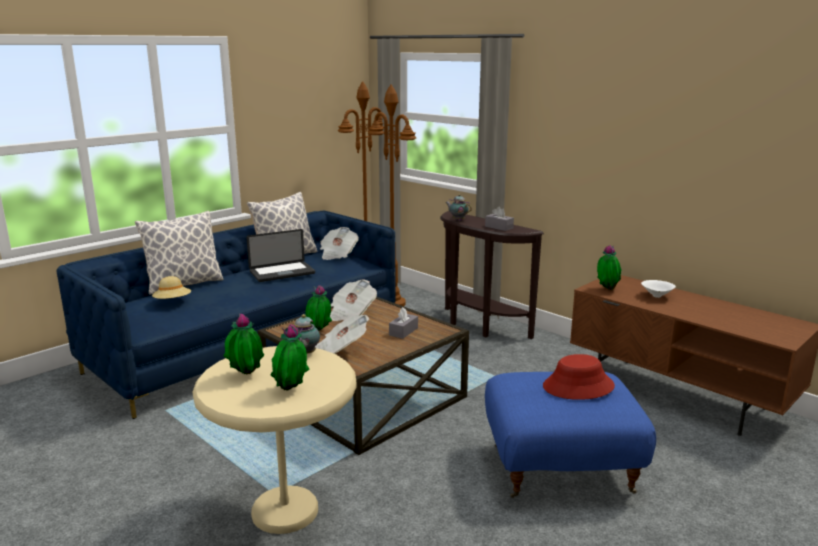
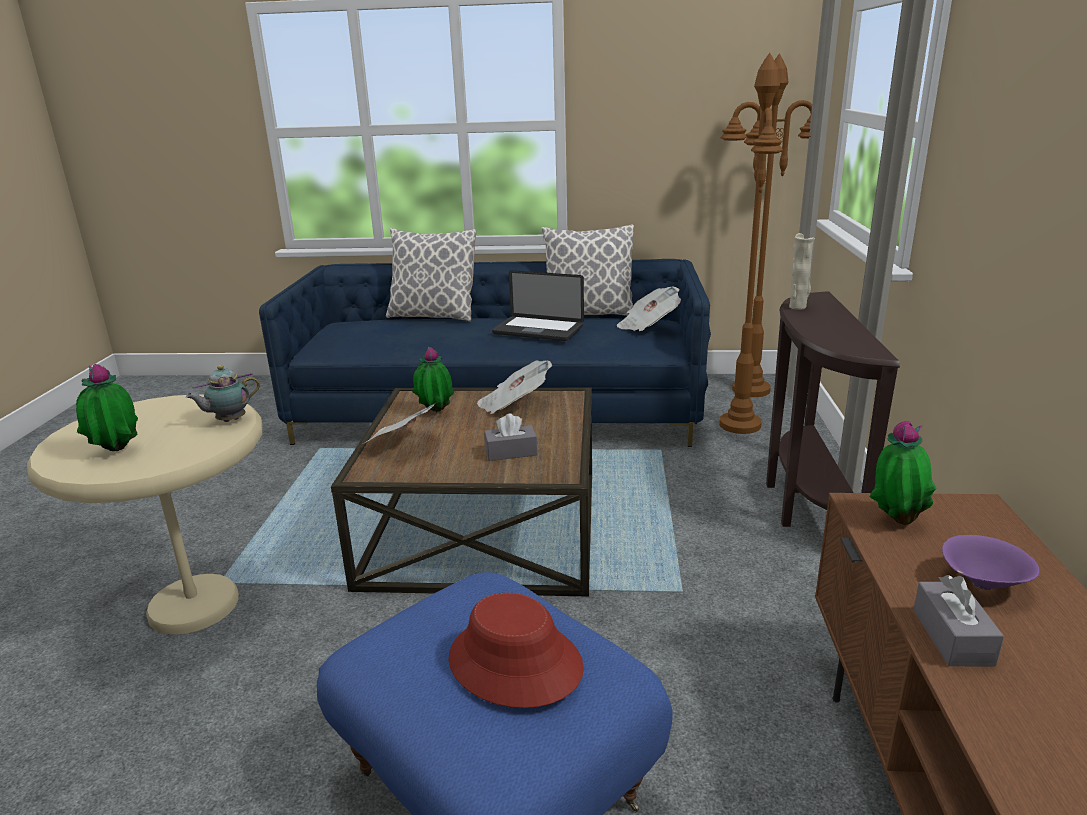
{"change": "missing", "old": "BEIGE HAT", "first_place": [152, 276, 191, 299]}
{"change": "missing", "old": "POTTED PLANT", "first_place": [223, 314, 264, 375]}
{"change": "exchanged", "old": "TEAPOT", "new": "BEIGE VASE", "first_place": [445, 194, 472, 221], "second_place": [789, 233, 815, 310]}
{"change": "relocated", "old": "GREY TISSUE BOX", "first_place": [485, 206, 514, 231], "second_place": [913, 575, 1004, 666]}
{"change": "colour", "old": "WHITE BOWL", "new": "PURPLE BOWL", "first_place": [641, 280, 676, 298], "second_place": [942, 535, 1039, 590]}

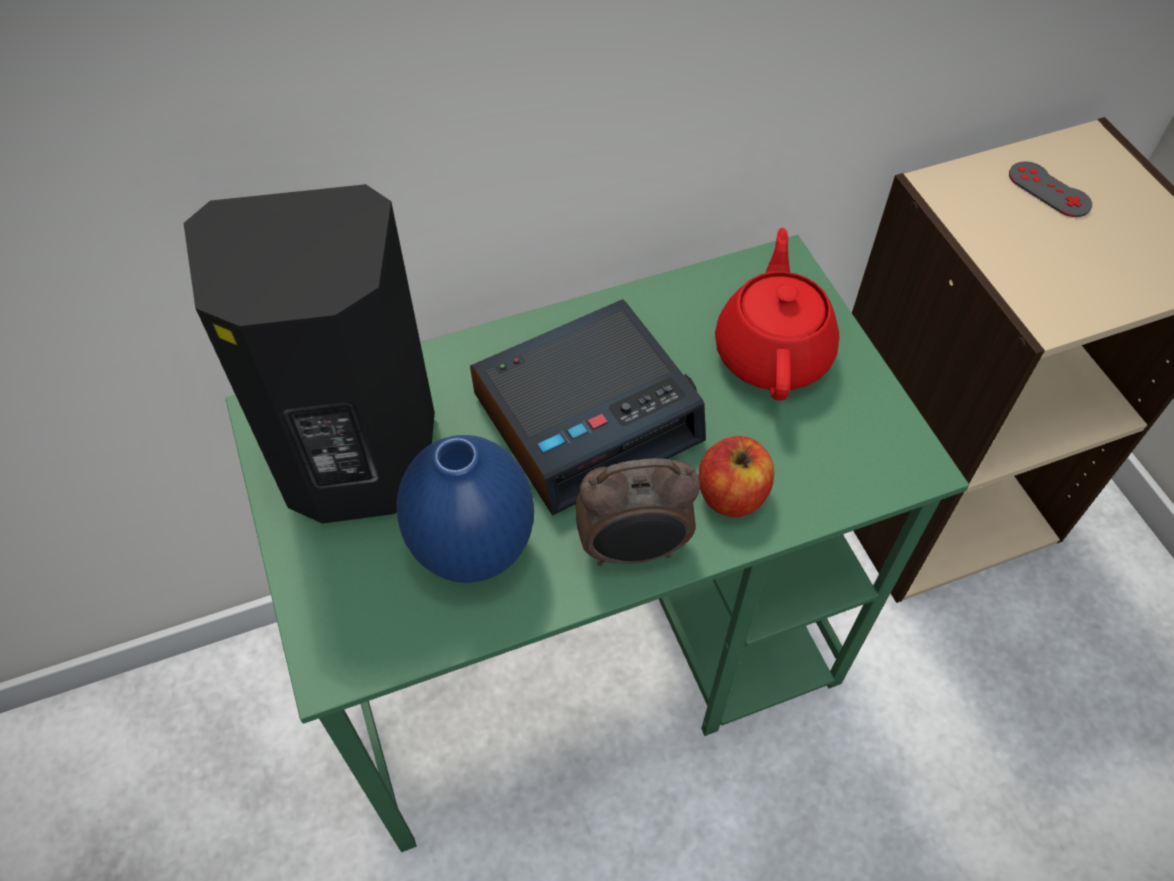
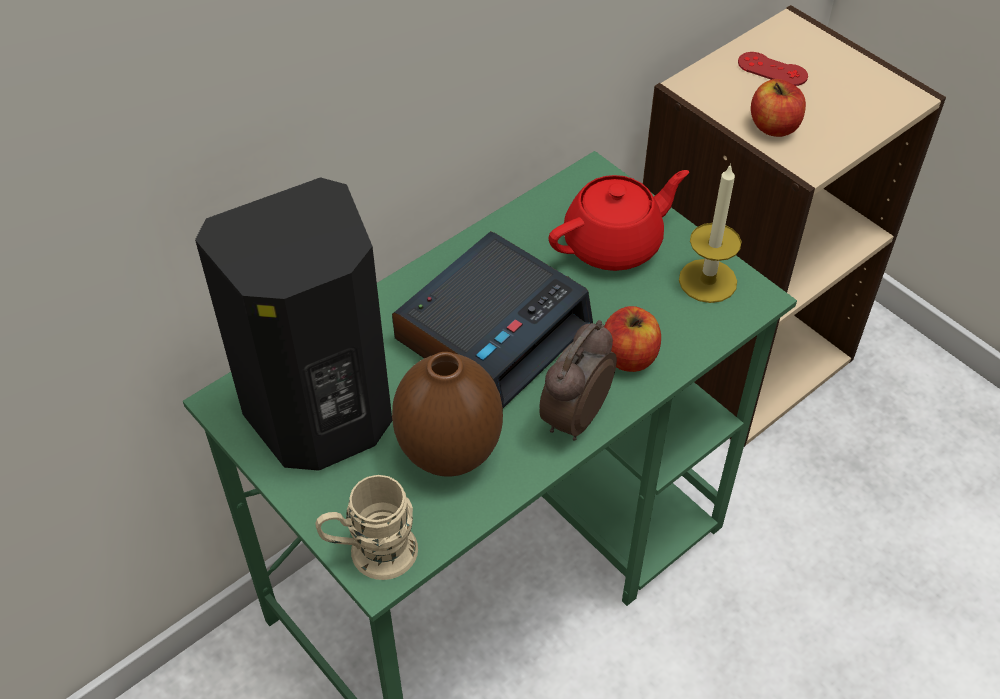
{"change": "colour", "old": "BLUE VASE", "new": "BROWN VASE", "first_place": [397, 435, 534, 583], "second_place": [392, 352, 503, 477]}
{"change": "spun", "old": "ALARM CLOCK", "first_place": [575, 458, 700, 566], "second_place": [540, 320, 617, 441], "degrees": 150}
{"change": "spun", "old": "RED TEAPOT", "first_place": [715, 227, 839, 401], "second_place": [549, 170, 689, 271], "degrees": 75}
{"change": "colour", "old": "GREY GAME CONTROLLER", "new": "RED GAME CONTROLLER", "first_place": [1009, 161, 1092, 217], "second_place": [738, 52, 808, 86]}
{"change": "appeared", "new": "BEIGE MUG", "second_place": [315, 475, 418, 580]}
{"change": "appeared", "new": "CANDLE", "second_place": [679, 163, 741, 303]}
{"change": "appeared", "new": "APPLE", "second_place": [751, 79, 806, 137]}

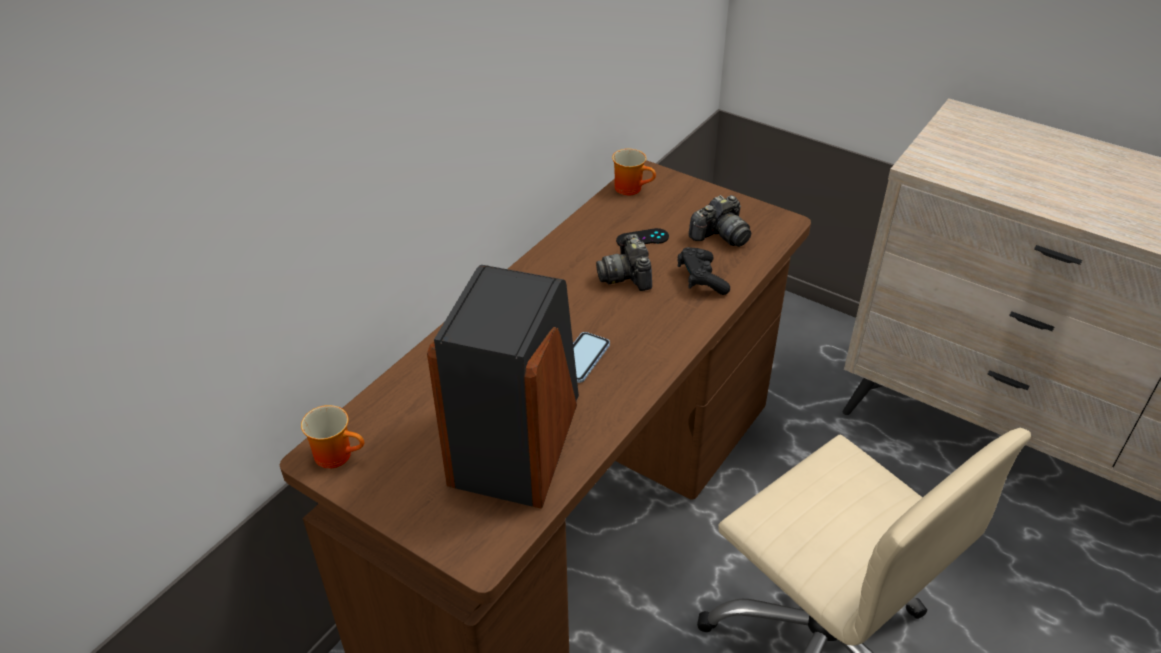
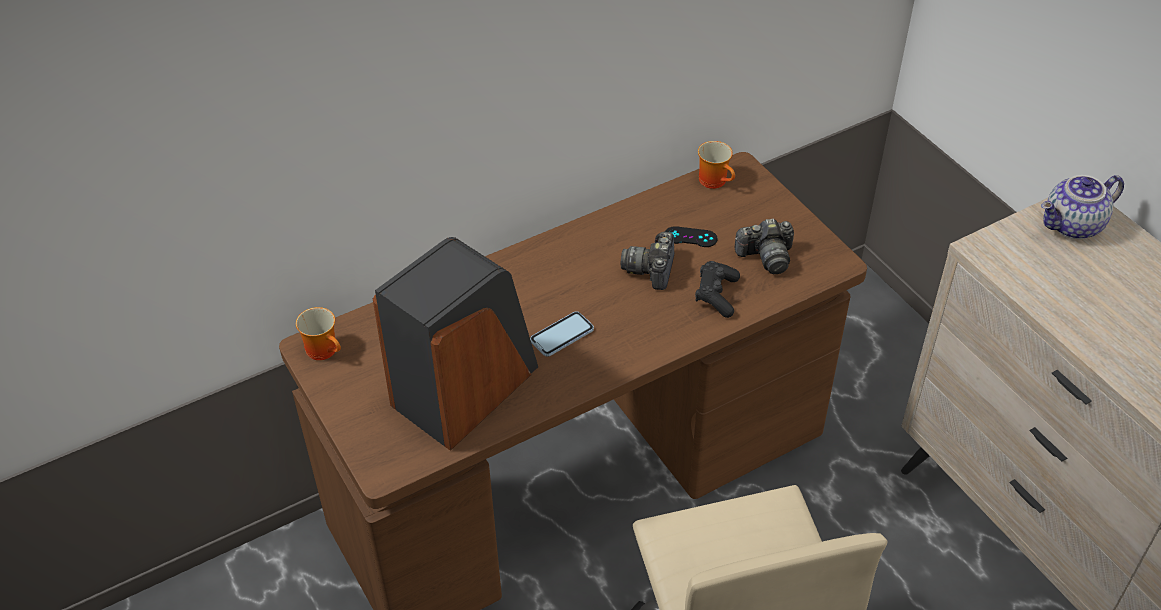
{"change": "appeared", "new": "TEAPOT", "second_place": [1041, 175, 1124, 239]}

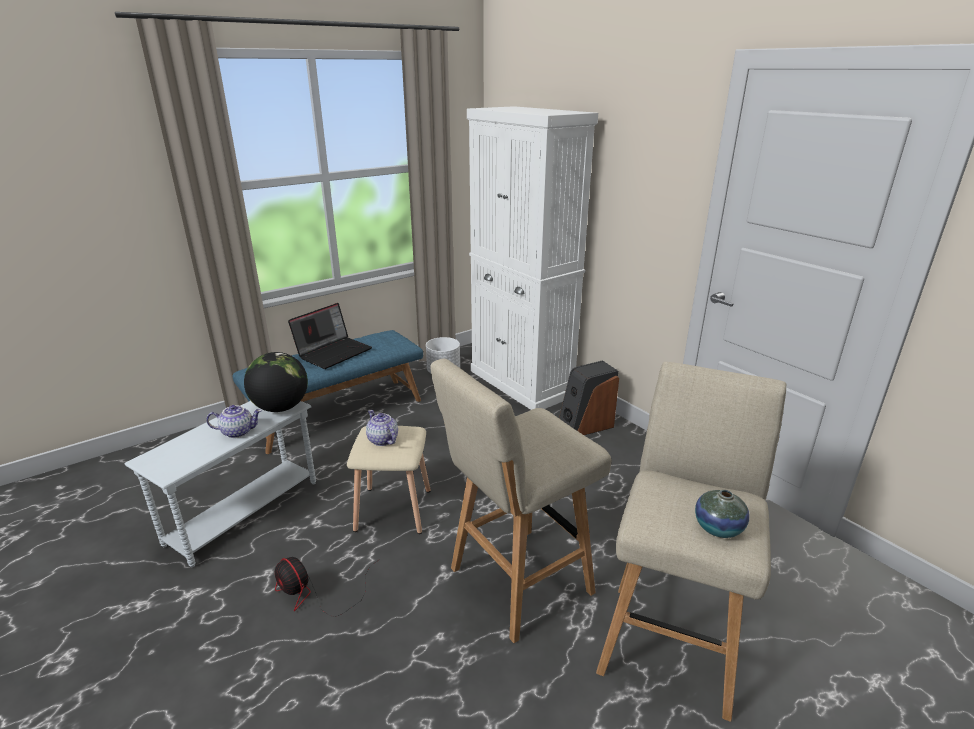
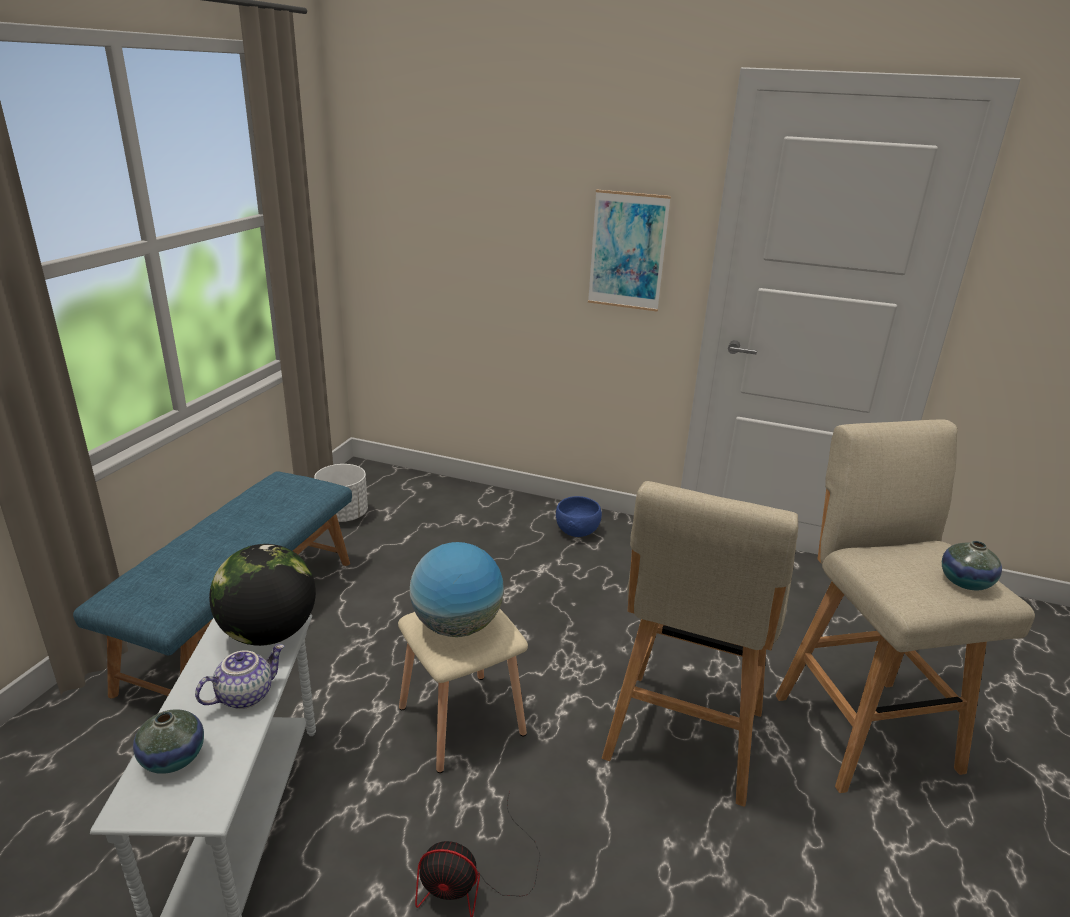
{"change": "missing", "old": "LAPTOP", "first_place": [288, 303, 372, 369]}
{"change": "exchanged", "old": "TEAPOT", "new": "GLOBE", "first_place": [366, 410, 398, 446], "second_place": [410, 542, 504, 637]}
{"change": "missing", "old": "WHITE CABINET", "first_place": [467, 106, 598, 410]}
{"change": "exchanged", "old": "SPEAKER", "new": "BLUE BOWL", "first_place": [559, 360, 619, 435], "second_place": [556, 496, 602, 537]}
{"change": "appeared", "new": "VASE", "second_place": [133, 710, 204, 774]}
{"change": "appeared", "new": "PICTURE", "second_place": [588, 190, 671, 311]}

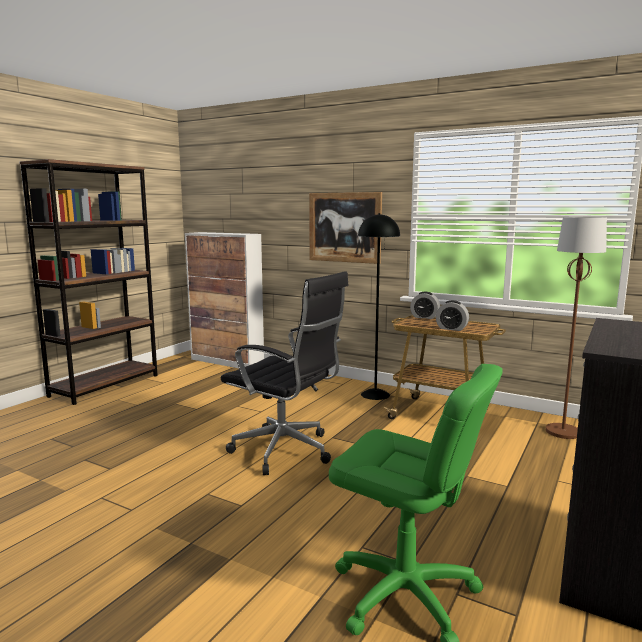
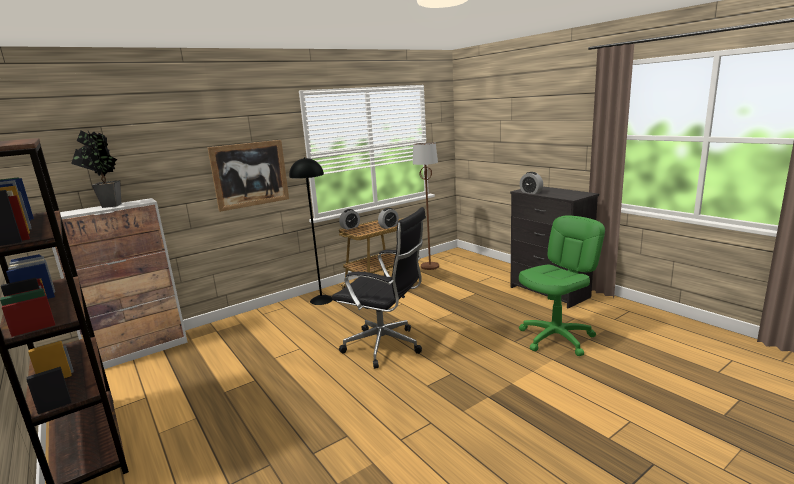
{"change": "spun", "old": "BLACK OFFICE CHAIR", "first_place": [221, 271, 349, 475], "second_place": [332, 207, 426, 369], "degrees": 60}
{"change": "appeared", "new": "POTTED PLANT", "second_place": [71, 130, 121, 208]}
{"change": "appeared", "new": "ALARM CLOCK", "second_place": [520, 172, 543, 194]}

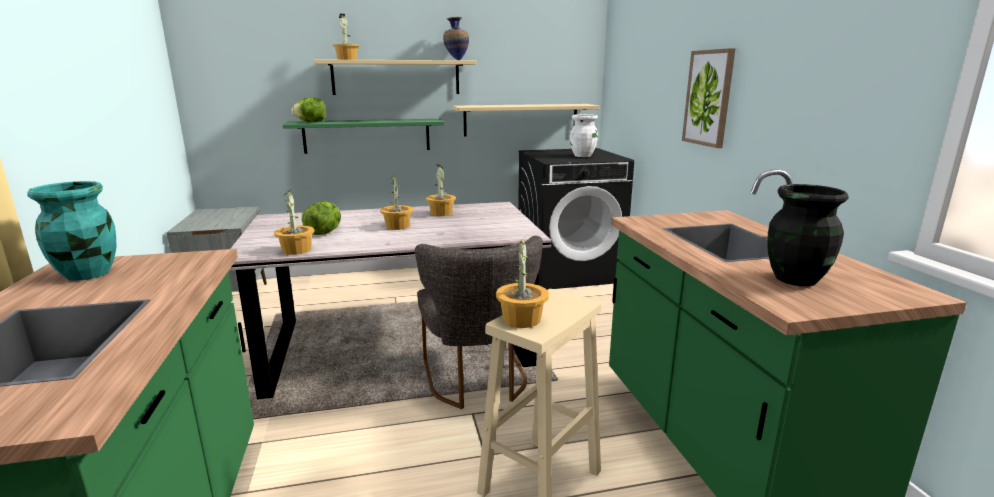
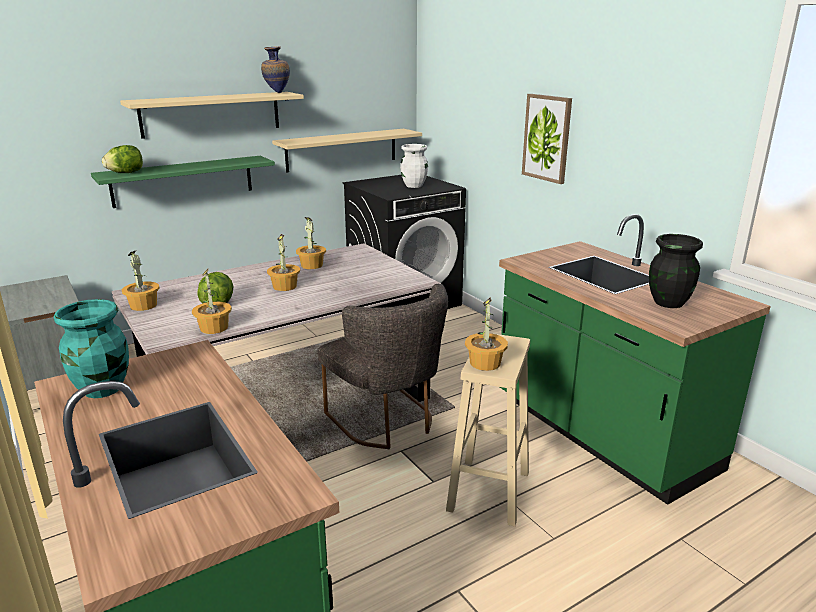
{"change": "relocated", "old": "POTTED PLANT", "first_place": [333, 14, 359, 60], "second_place": [122, 251, 159, 311]}

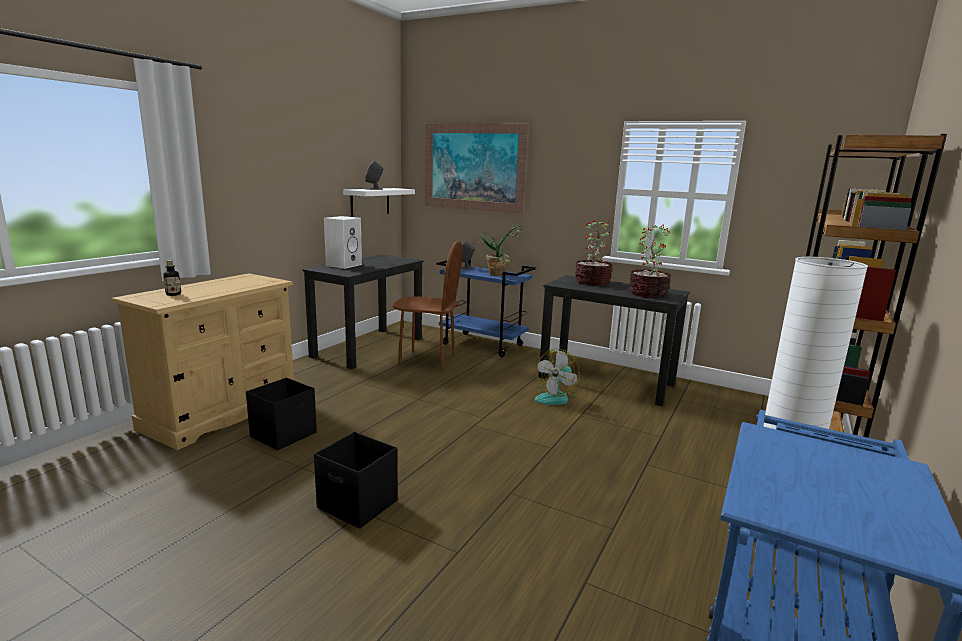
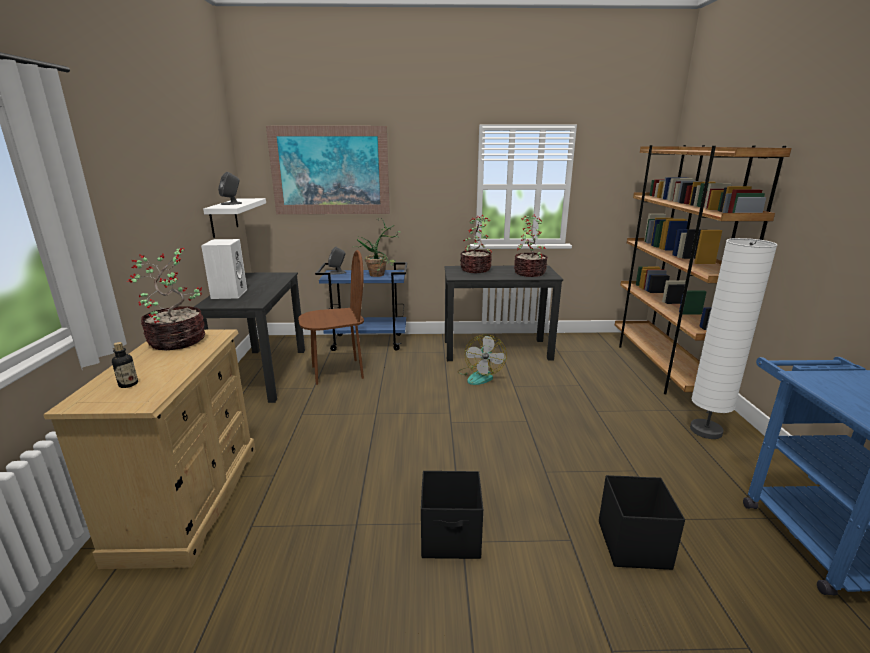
{"change": "relocated", "old": "BLACK STORAGE BOX", "first_place": [246, 378, 317, 450], "second_place": [599, 475, 685, 570]}
{"change": "appeared", "new": "POTTED PLANT", "second_place": [127, 248, 205, 351]}

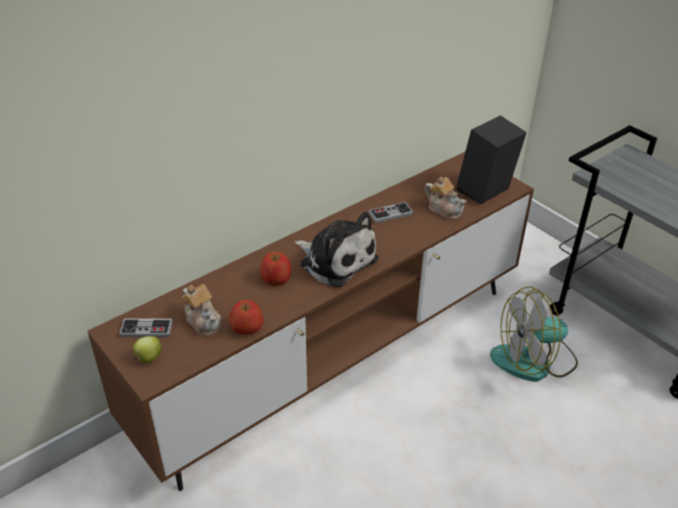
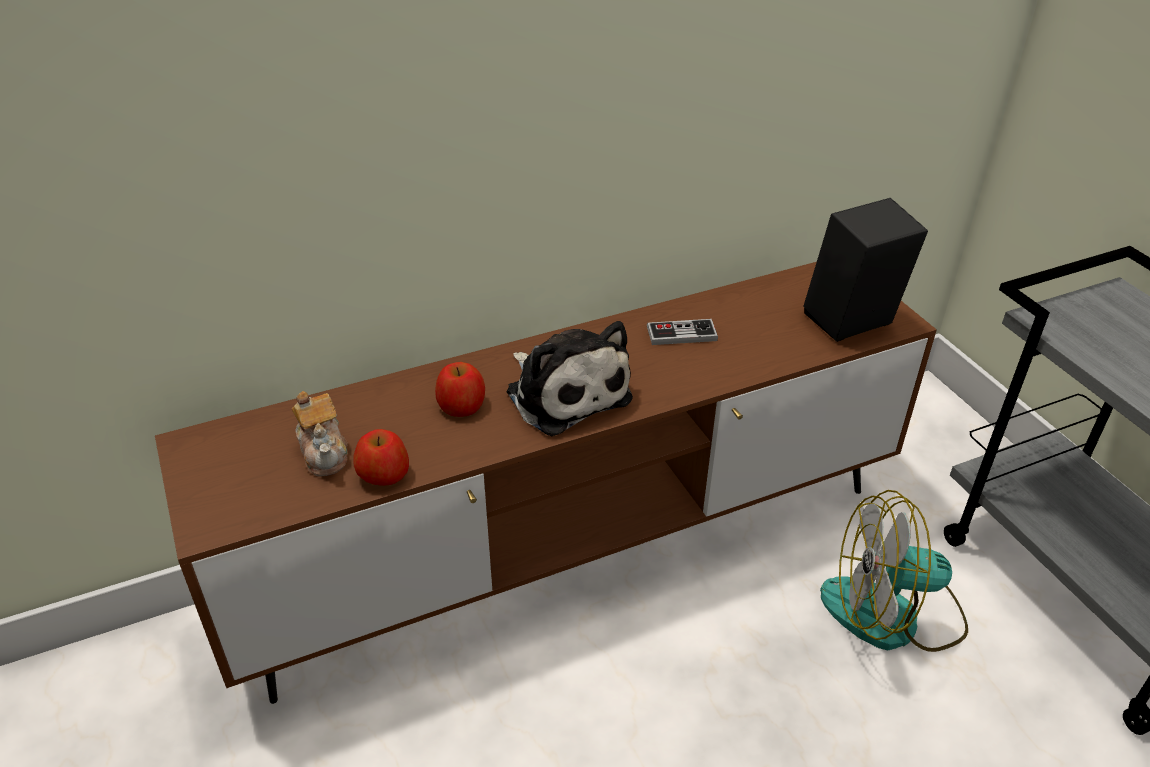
{"change": "missing", "old": "GAME CONTROLLER", "first_place": [119, 318, 173, 337]}
{"change": "missing", "old": "APPLE", "first_place": [132, 336, 162, 363]}
{"change": "missing", "old": "TEAPOT", "first_place": [424, 176, 466, 220]}

